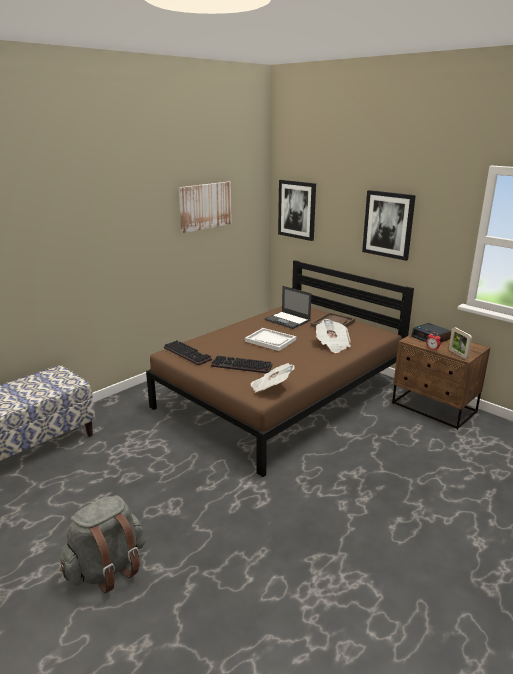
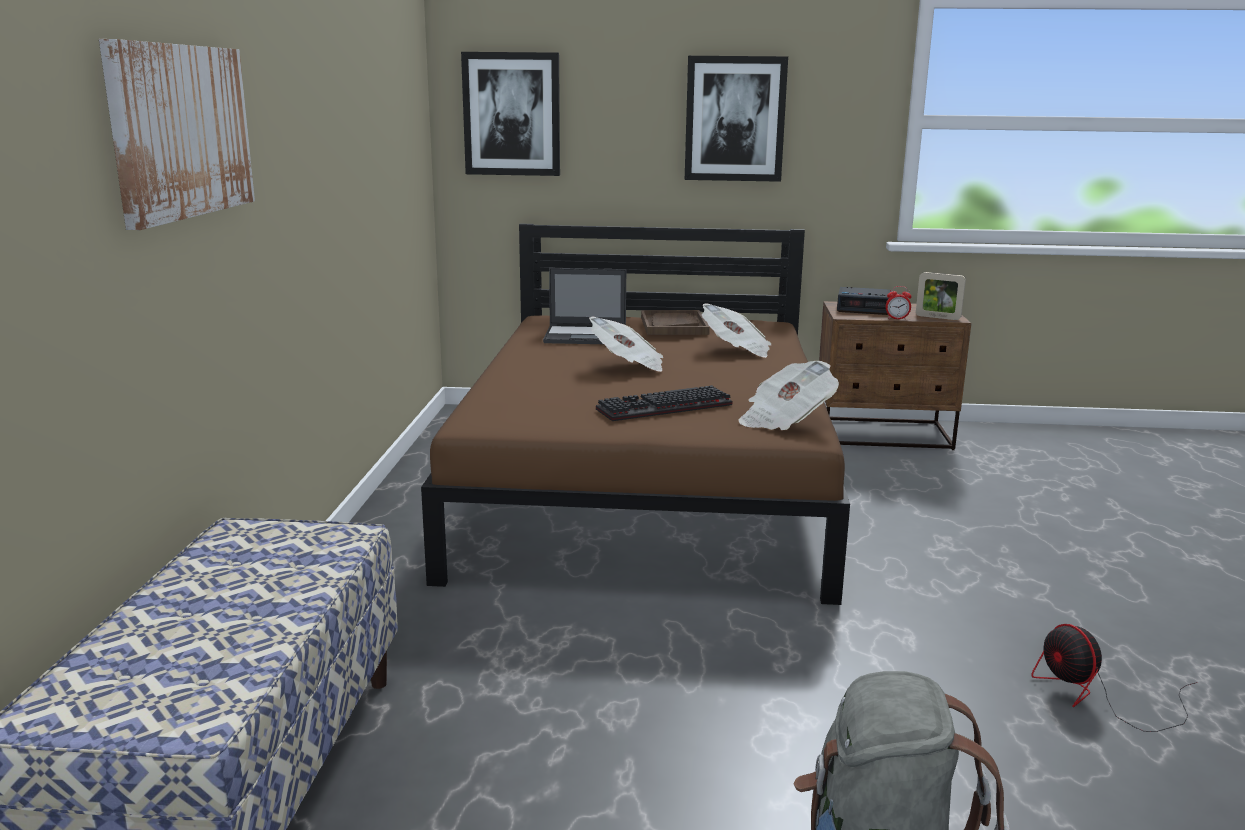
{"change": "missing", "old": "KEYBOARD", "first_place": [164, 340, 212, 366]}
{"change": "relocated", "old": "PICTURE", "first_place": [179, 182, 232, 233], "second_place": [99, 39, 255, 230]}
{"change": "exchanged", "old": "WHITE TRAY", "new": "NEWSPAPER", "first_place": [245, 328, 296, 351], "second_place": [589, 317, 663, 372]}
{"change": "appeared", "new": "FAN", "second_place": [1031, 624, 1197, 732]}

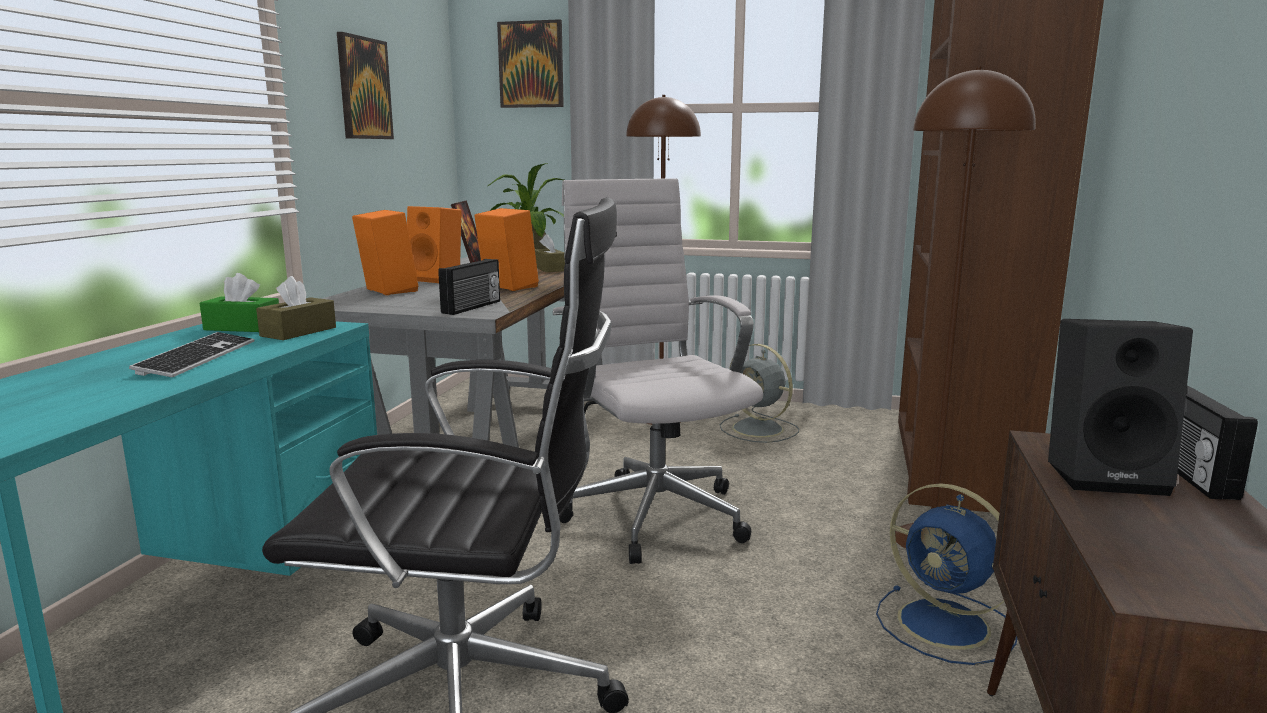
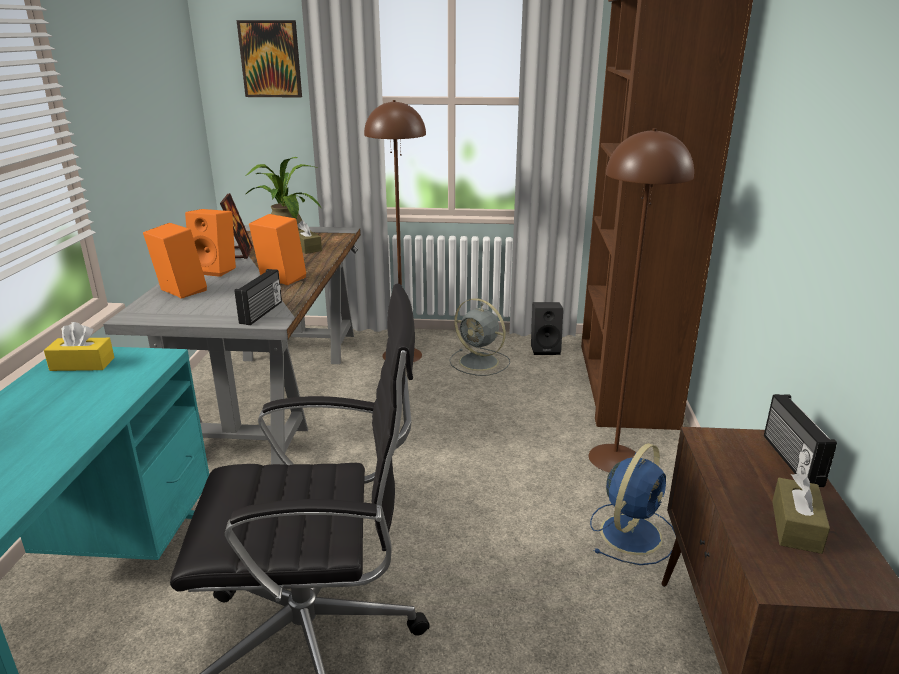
{"change": "missing", "old": "KEYBOARD", "first_place": [129, 332, 254, 377]}
{"change": "colour", "old": "GREEN TISSUE BOX", "new": "YELLOW TISSUE BOX", "first_place": [200, 273, 279, 332], "second_place": [44, 322, 115, 371]}
{"change": "relocated", "old": "BROWN TISSUE BOX", "first_place": [256, 276, 336, 340], "second_place": [772, 473, 830, 554]}
{"change": "missing", "old": "PICTURE", "first_place": [337, 32, 394, 139]}
{"change": "missing", "old": "WHITE OFFICE CHAIR", "first_place": [553, 178, 763, 564]}
{"change": "spun", "old": "BLUE FAN", "first_place": [876, 483, 1018, 665], "second_place": [590, 443, 676, 565], "degrees": -90}
{"change": "relocated", "old": "BLACK SPEAKER", "first_place": [1048, 319, 1193, 496], "second_place": [531, 302, 563, 355]}

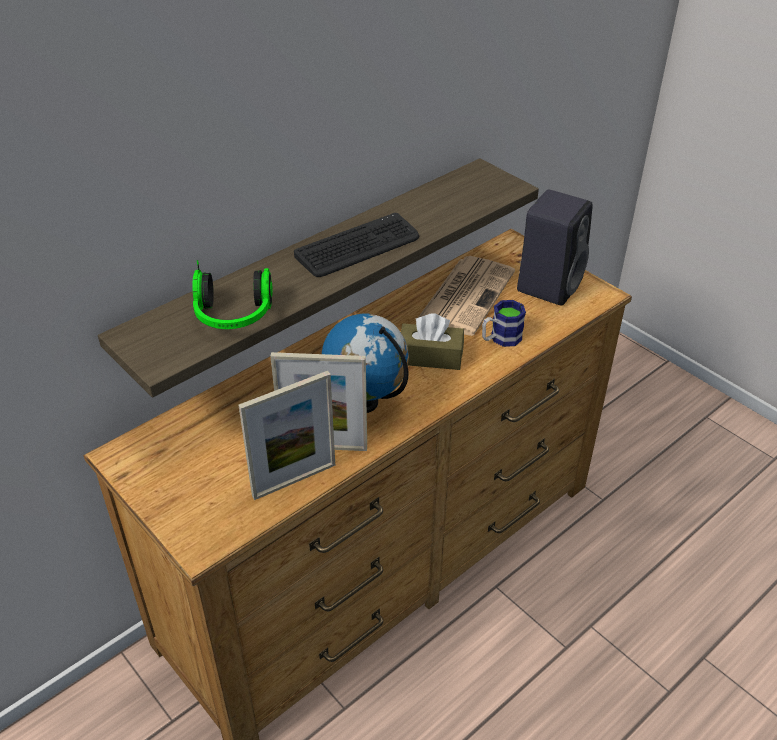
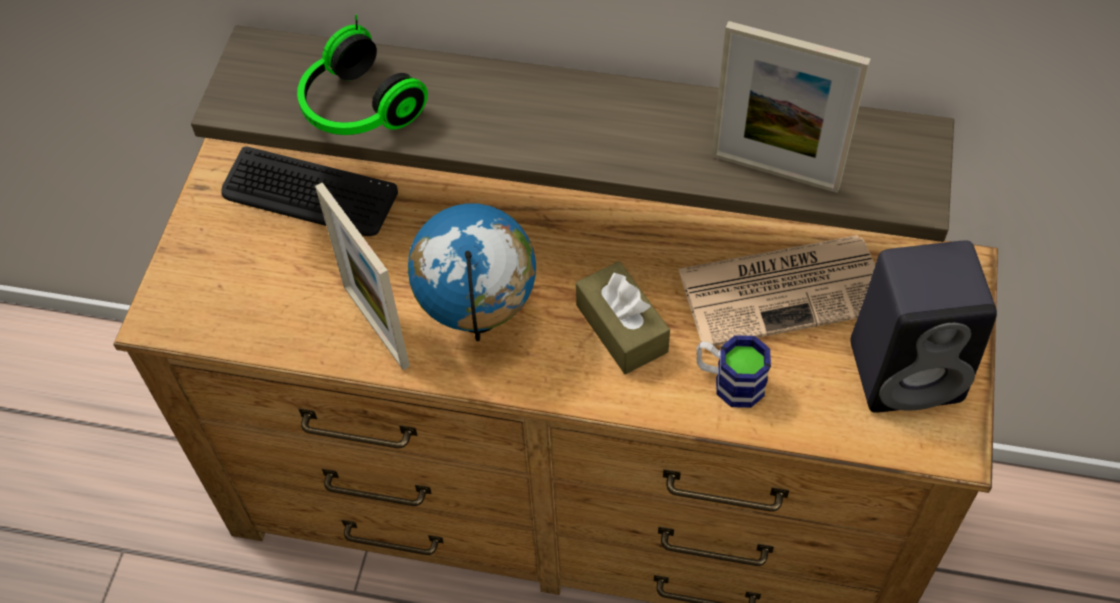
{"change": "relocated", "old": "PICTURE FRAME", "first_place": [239, 371, 335, 500], "second_place": [712, 21, 870, 193]}
{"change": "relocated", "old": "KEYBOARD", "first_place": [294, 213, 419, 277], "second_place": [221, 146, 398, 236]}

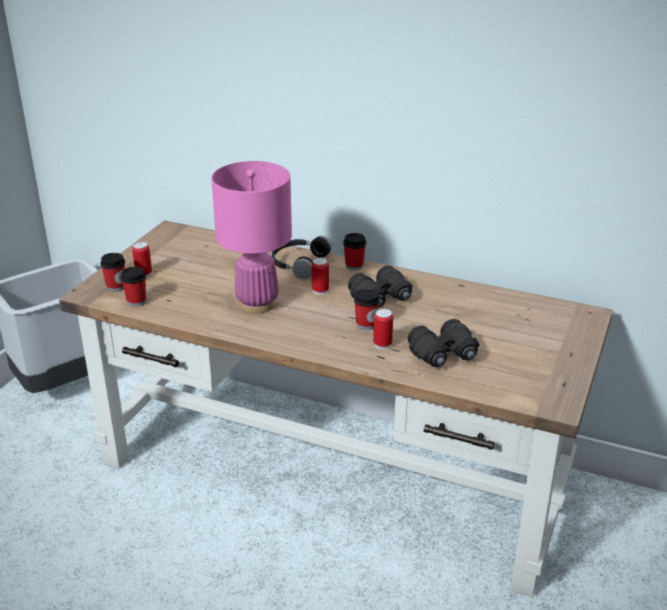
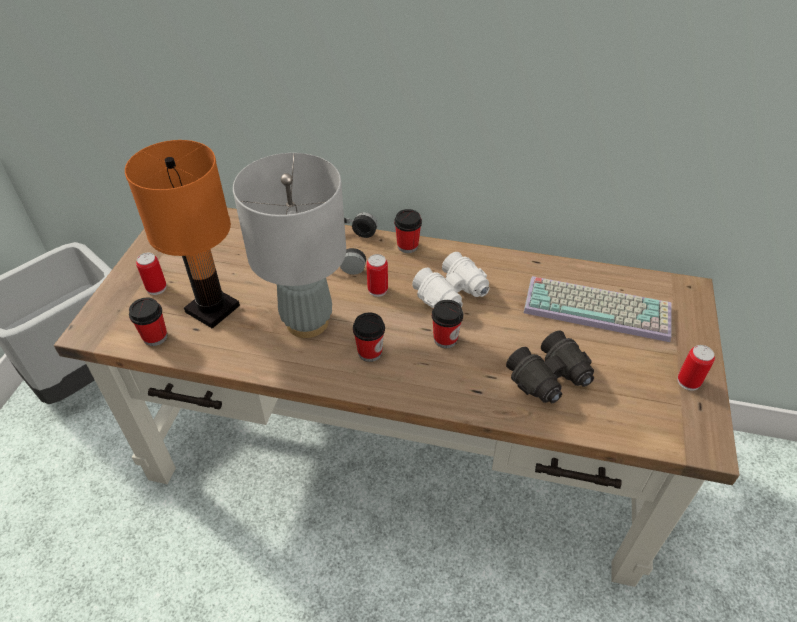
{"change": "relocated", "old": "CUP", "first_place": [100, 253, 125, 292], "second_place": [353, 312, 385, 362]}
{"change": "colour", "old": "PINK TABLE LAMP", "new": "GREY TABLE LAMP", "first_place": [211, 161, 292, 314], "second_place": [233, 153, 346, 338]}
{"change": "colour", "old": "BLACK BINOCULARS", "new": "WHITE BINOCULARS", "first_place": [348, 266, 412, 308], "second_place": [412, 252, 490, 308]}
{"change": "relocated", "old": "CAN", "first_place": [373, 309, 393, 349], "second_place": [677, 345, 715, 391]}
{"change": "appeared", "new": "ORANGE TABLE LAMP", "second_place": [125, 140, 240, 329]}
{"change": "appeared", "new": "KEYBOARD", "second_place": [524, 276, 672, 342]}

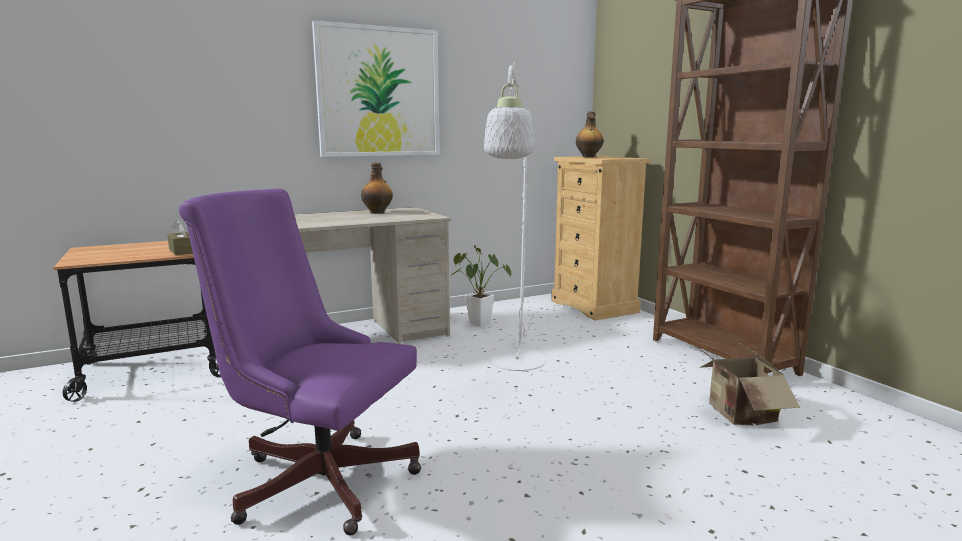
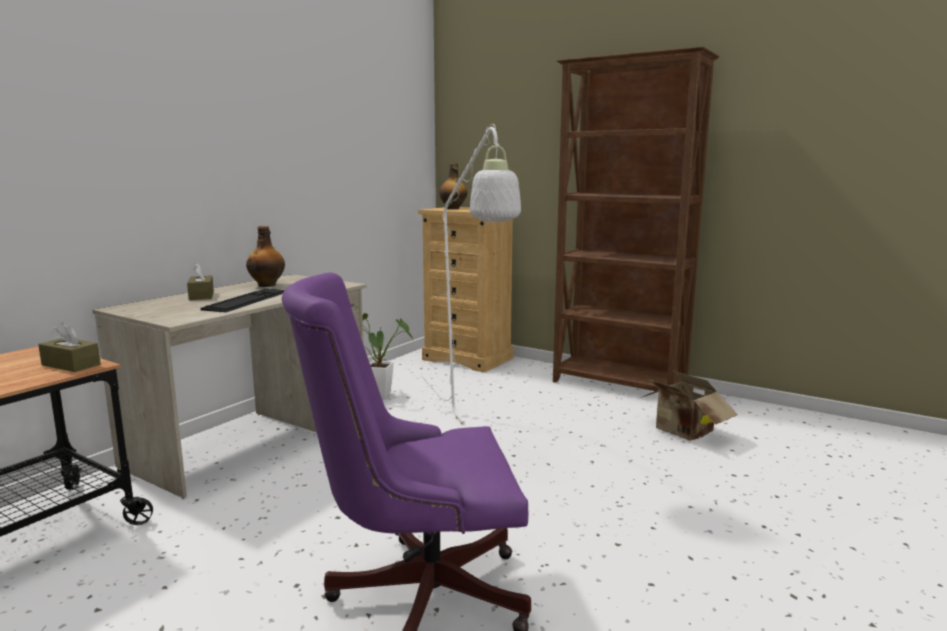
{"change": "missing", "old": "PICTURE", "first_place": [312, 20, 440, 157]}
{"change": "appeared", "new": "BROWN TISSUE BOX", "second_place": [187, 263, 214, 300]}
{"change": "appeared", "new": "KEYBOARD", "second_place": [201, 288, 285, 312]}

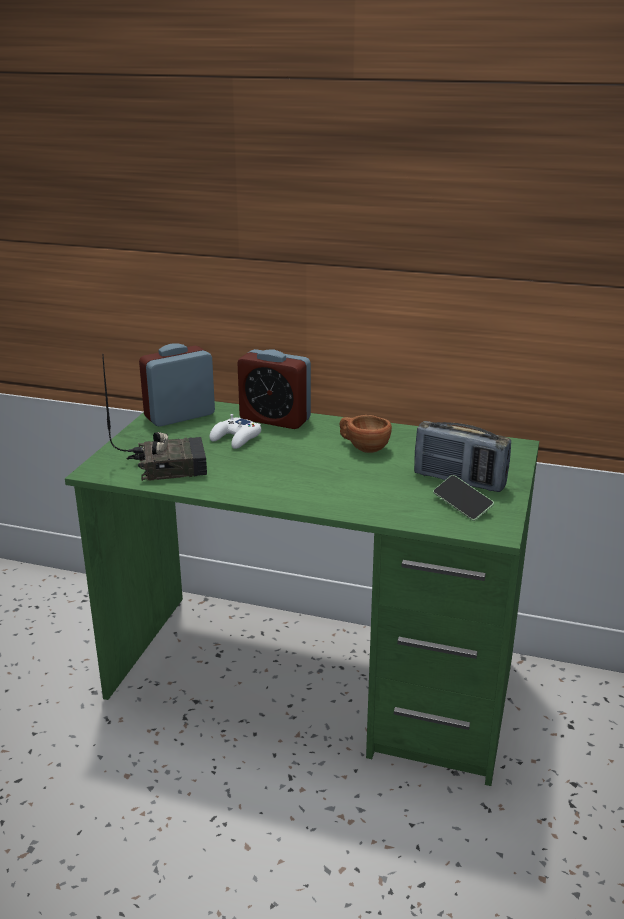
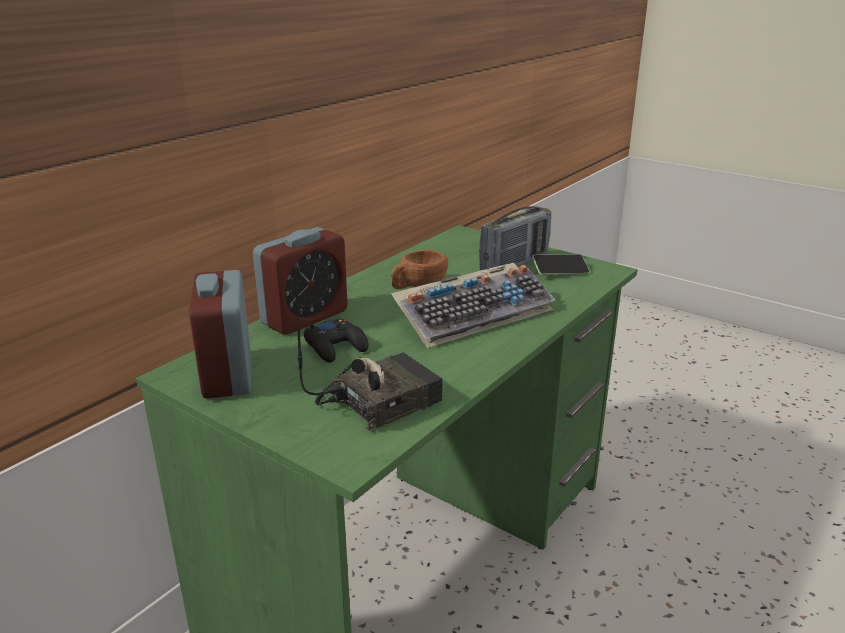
{"change": "spun", "old": "RADIO", "first_place": [102, 354, 207, 481], "second_place": [295, 261, 443, 431], "degrees": 45}
{"change": "colour", "old": "WHITE GAME CONTROLLER", "new": "BLACK GAME CONTROLLER", "first_place": [210, 414, 261, 449], "second_place": [304, 319, 369, 363]}
{"change": "appeared", "new": "KEYBOARD", "second_place": [391, 263, 555, 348]}

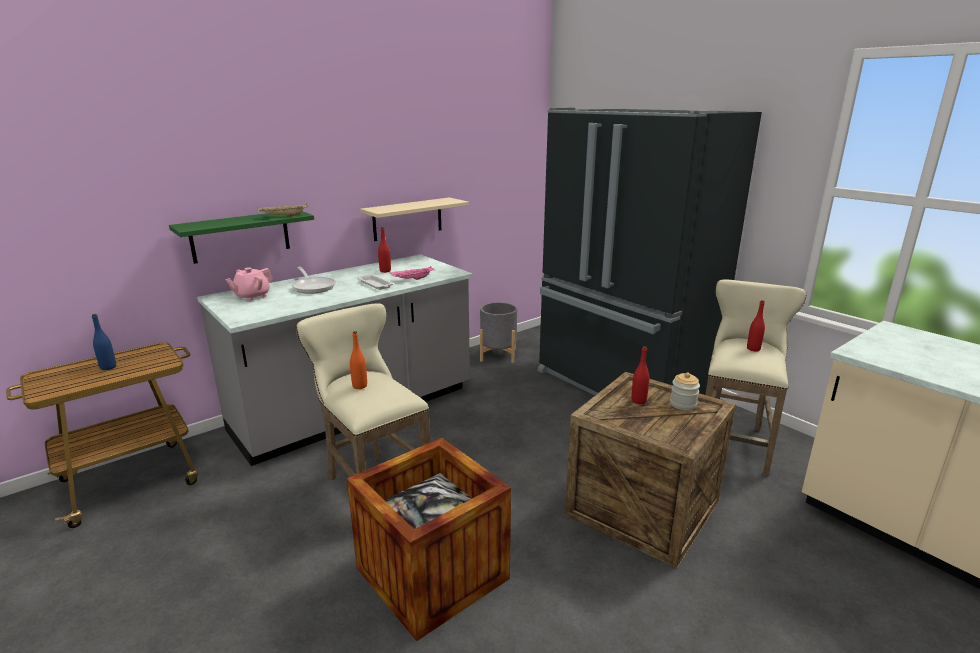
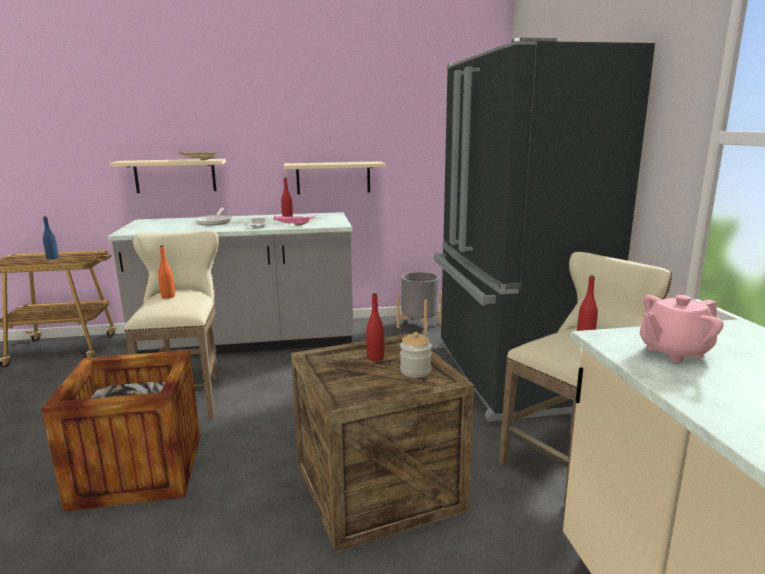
{"change": "colour", "old": "GREEN SHELF", "new": "BEIGE SHELF", "first_place": [169, 211, 314, 264], "second_place": [109, 159, 226, 193]}
{"change": "relocated", "old": "PINK TEAPOT", "first_place": [225, 267, 273, 301], "second_place": [640, 295, 724, 363]}

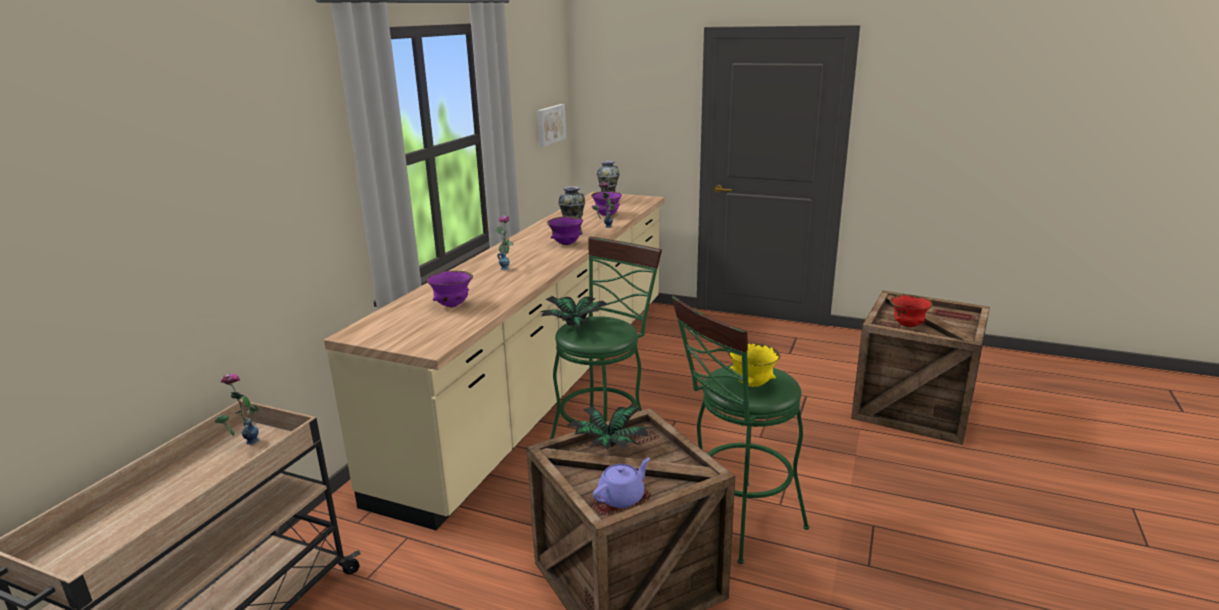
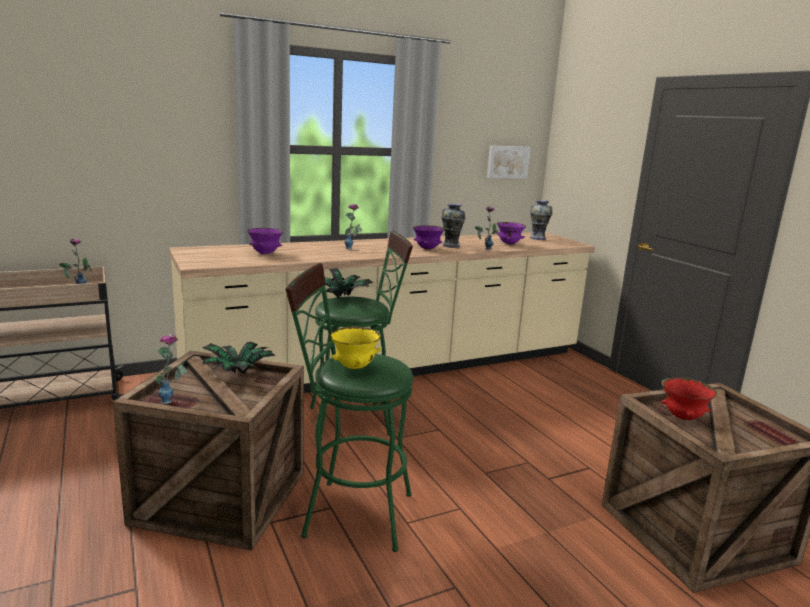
{"change": "exchanged", "old": "PURPLE TEAPOT", "new": "VASE", "first_place": [593, 458, 650, 508], "second_place": [156, 334, 187, 404]}

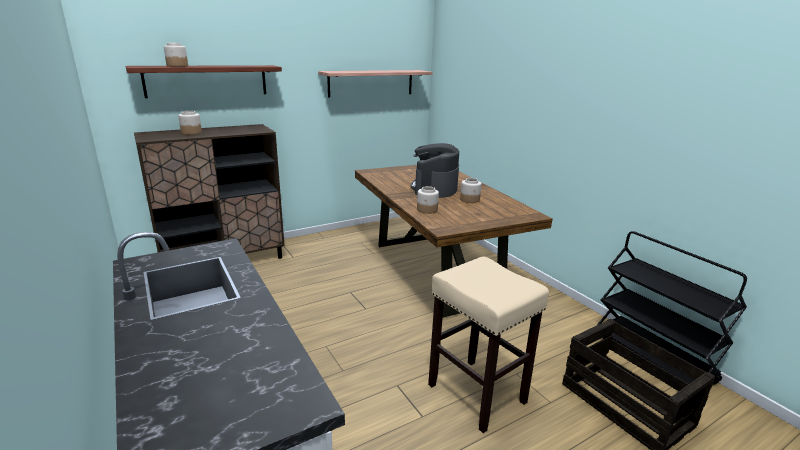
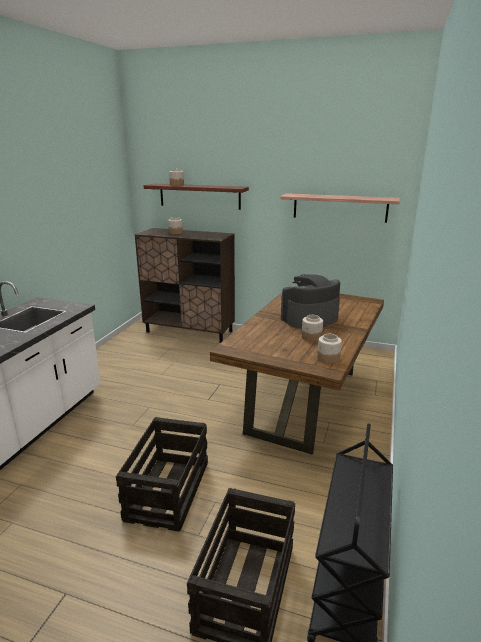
{"change": "relocated", "old": "JAR", "first_place": [417, 186, 439, 214], "second_place": [317, 334, 342, 364]}
{"change": "exchanged", "old": "BEIGE STOOL", "new": "CRATE", "first_place": [428, 256, 549, 433], "second_place": [116, 417, 208, 532]}

